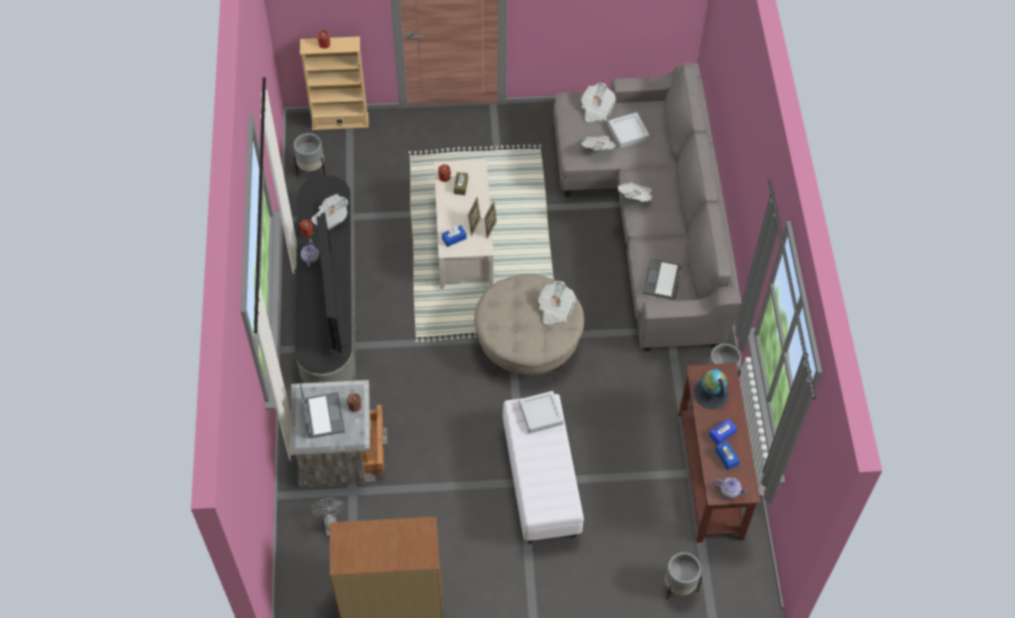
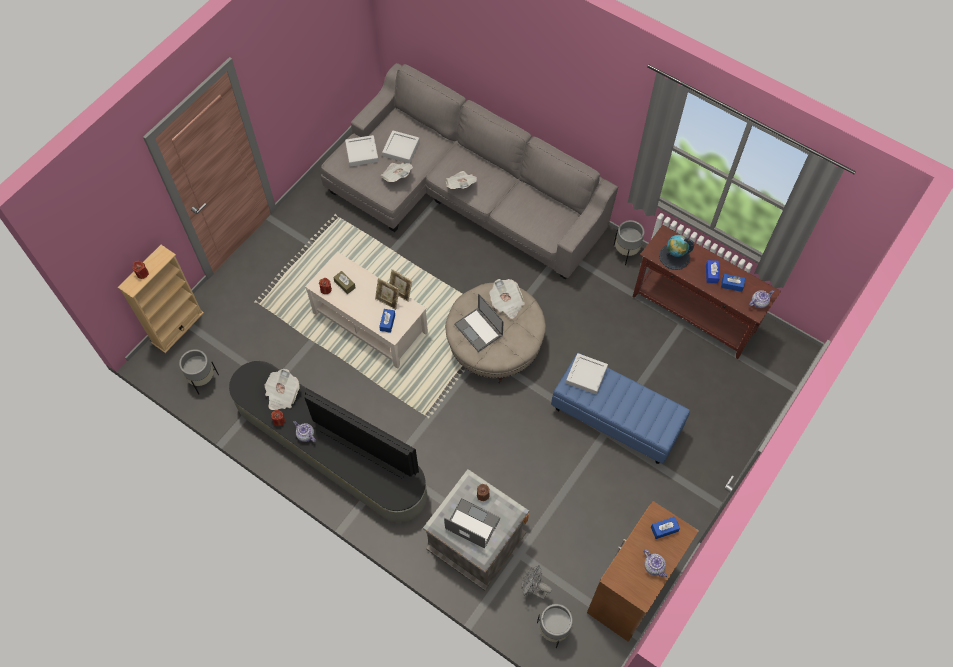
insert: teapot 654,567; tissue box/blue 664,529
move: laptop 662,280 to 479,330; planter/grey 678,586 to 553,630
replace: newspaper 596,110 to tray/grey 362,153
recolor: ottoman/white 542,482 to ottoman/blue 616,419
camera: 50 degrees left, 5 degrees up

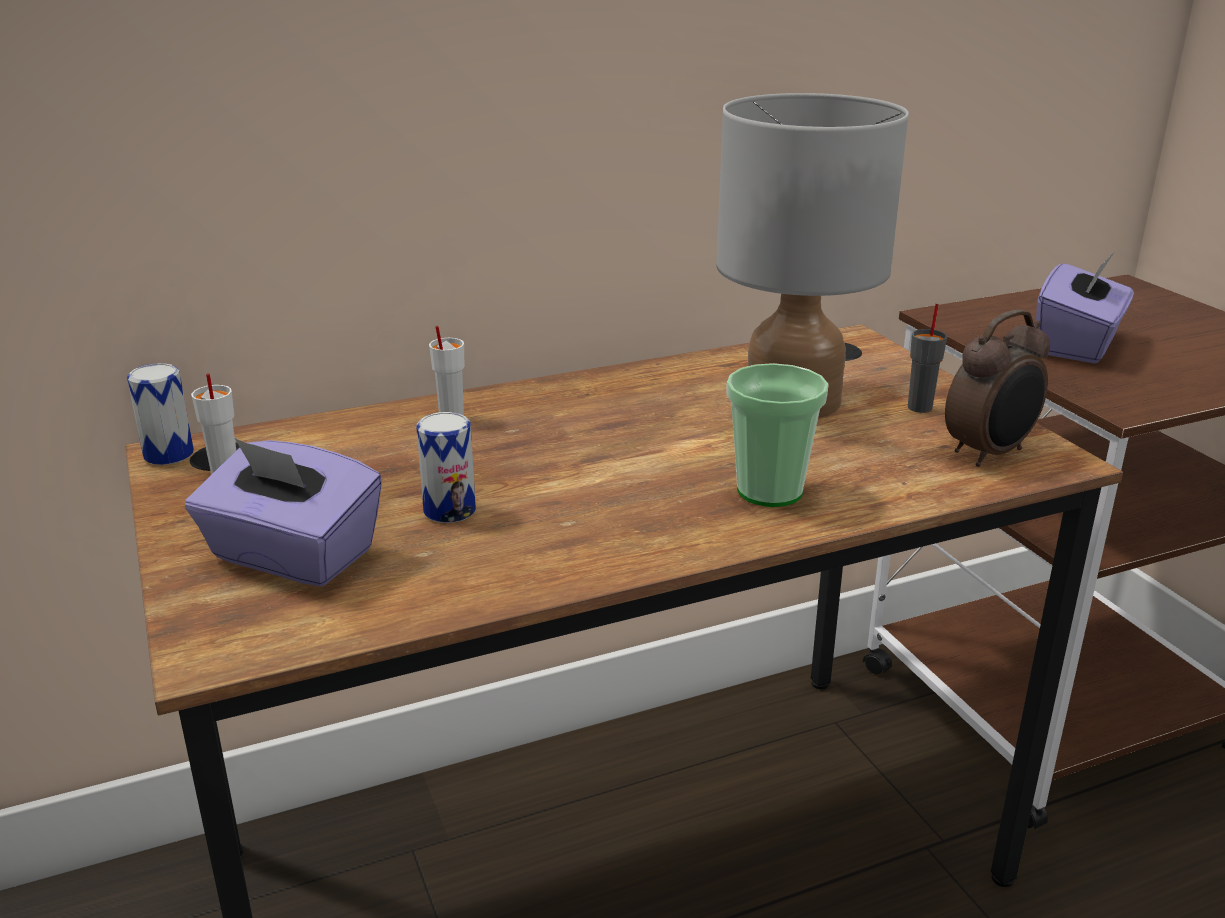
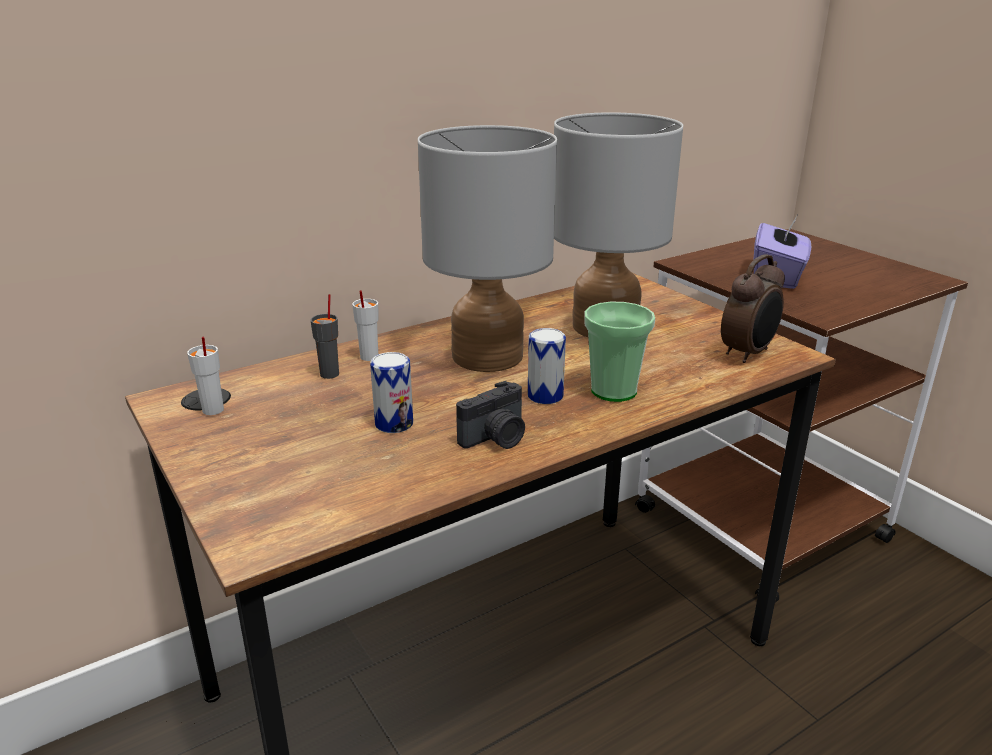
delete: tissue box/purple 292,556
insert: table lamp/grey 488,356; photo camera 496,439
move: cup/grey 920,407 to 330,374; can 168,454 to 545,396
camera: 10 degrees left, 0 degrees up

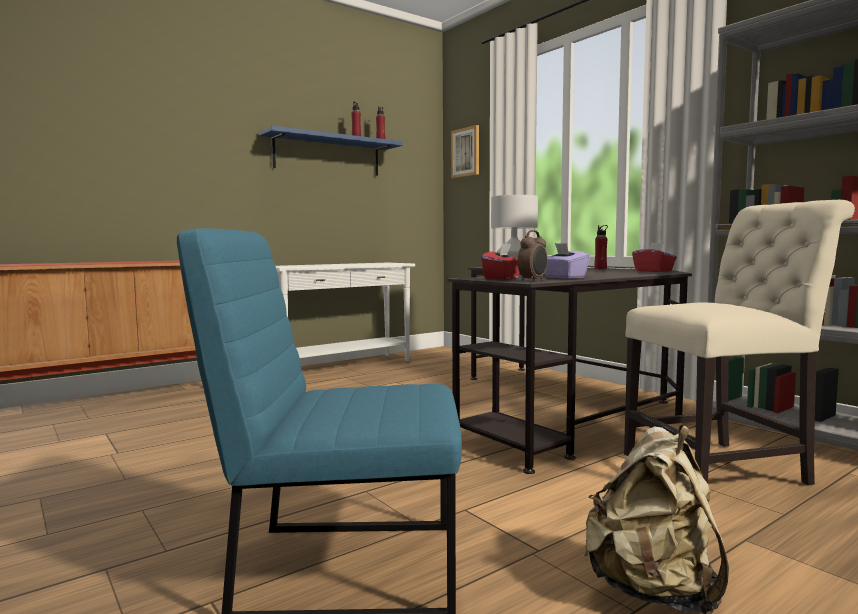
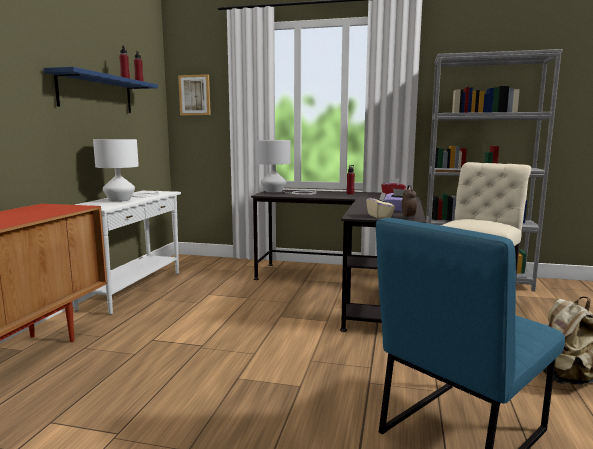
insert: table lamp/white 129,198
recolor: tissue box/red 502,279 to tissue box/beige 380,216
camera: 40 degrees left, 5 degrees up

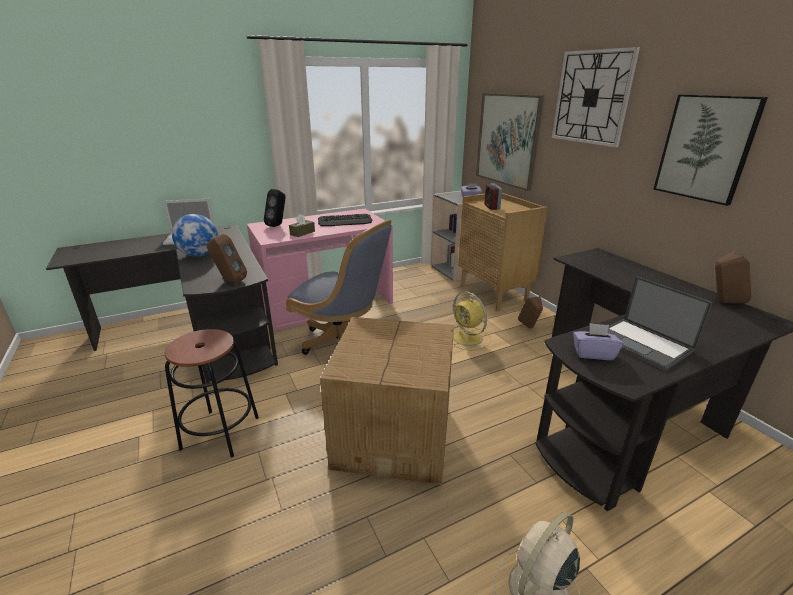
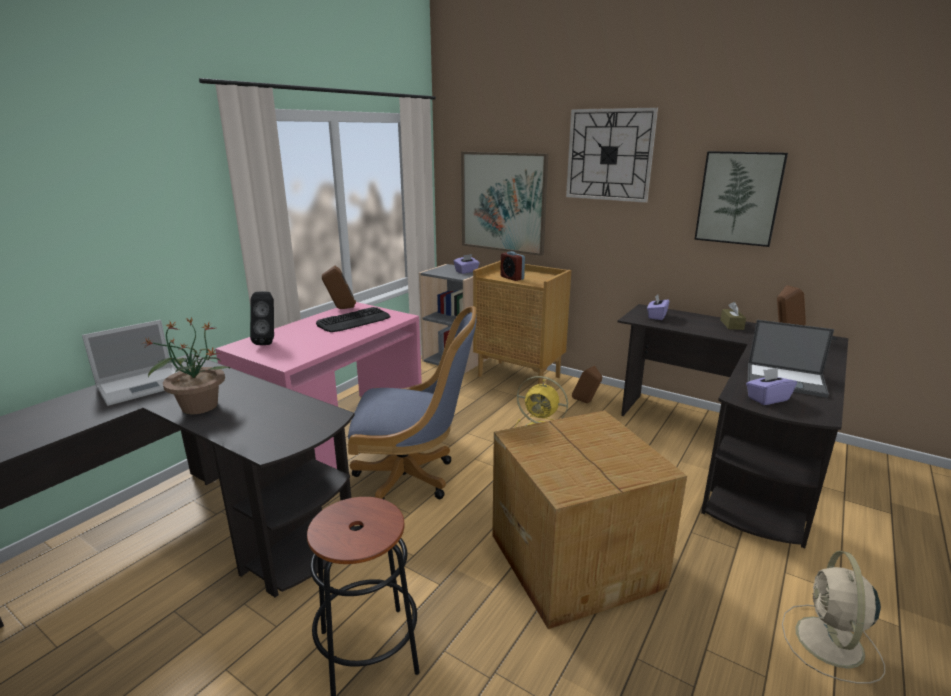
insert: tissue box/purple 656,316
move: speaker/brown 229,281 to 340,309; tissue box/brown 302,233 to 731,325
replace: globe 199,255 to potted plant 199,406
camera: 30 degrees left, 5 degrees down

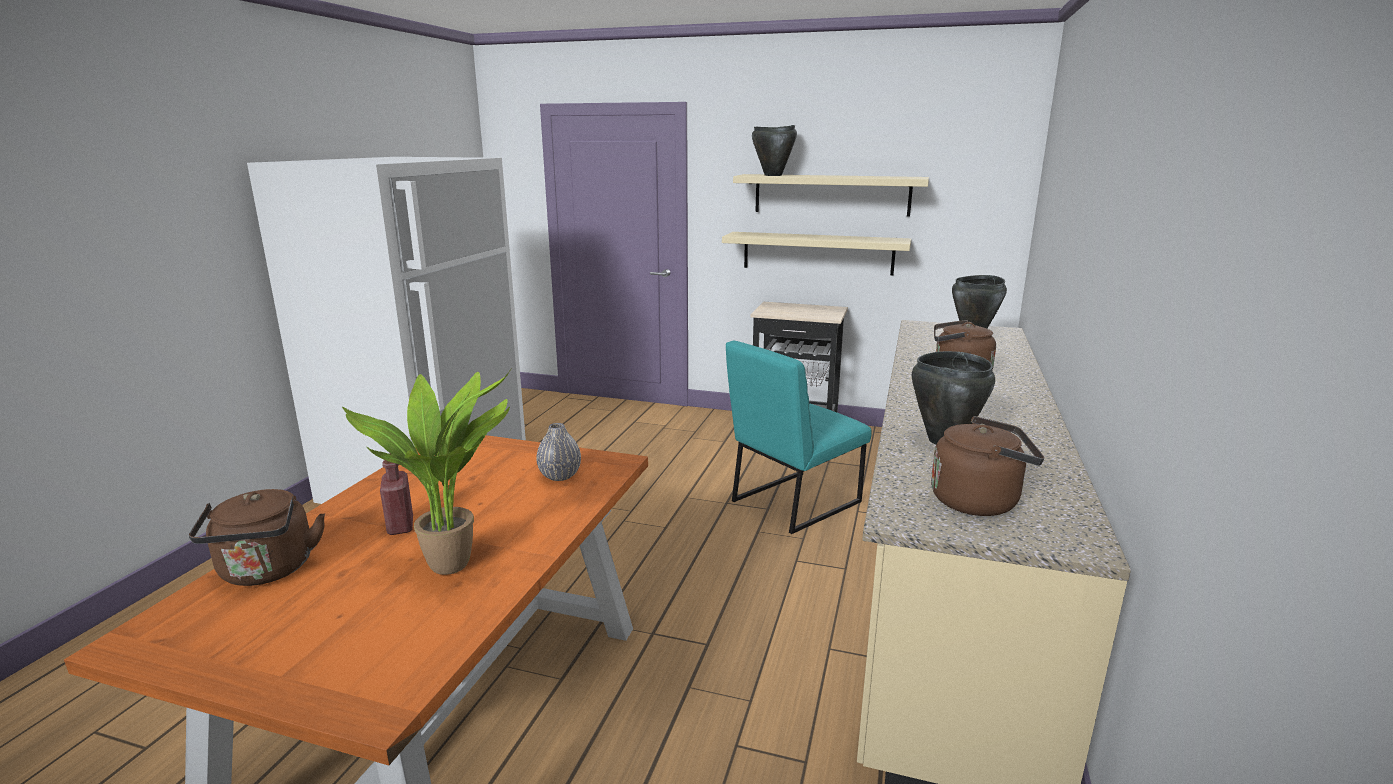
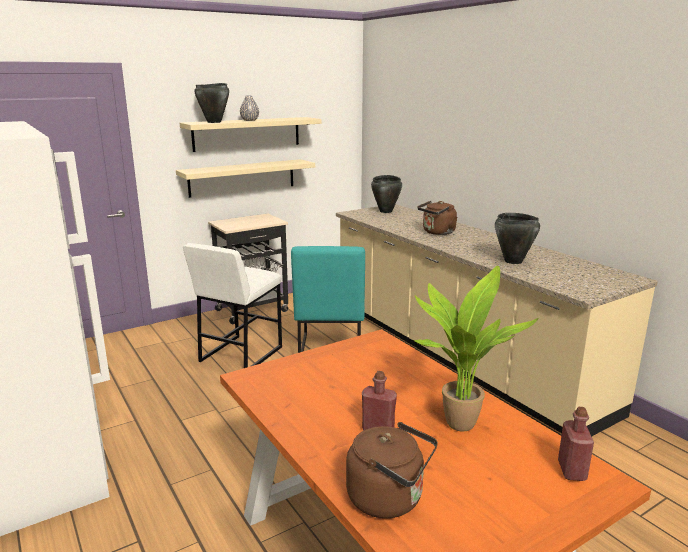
delete: kettle/brown 979,501
insert: chair/white 240,355; bottle/red 571,471
move: vase/grey 560,476 to 250,120
camera: 50 degrees left, 0 degrees up

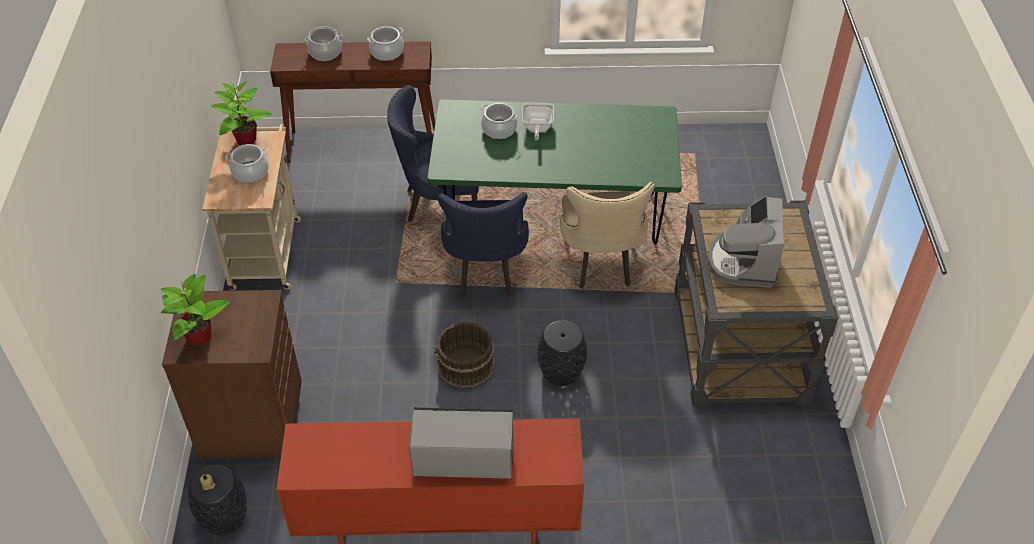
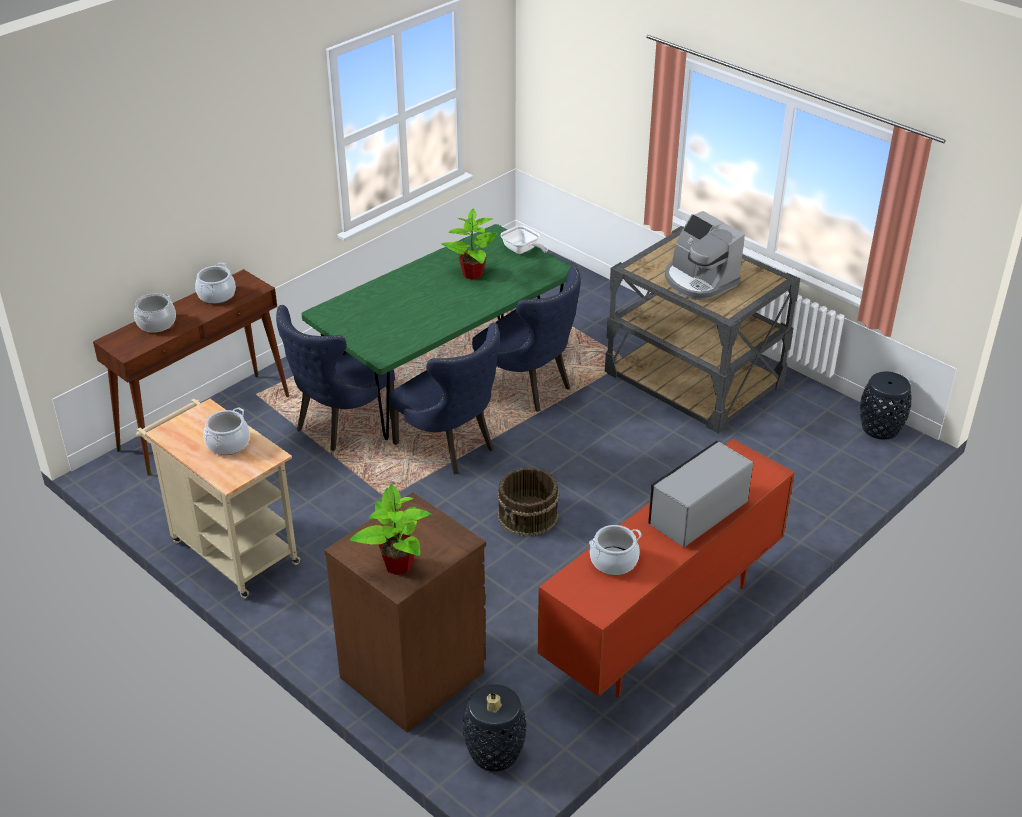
move: potted plant 245,139 to 472,274; frying pan 537,128 to 522,251; cooking pot 499,129 to 614,561; stool/black 561,371 to 880,428
recolor: chair/beige 600,263 to chair/blue 528,387
camera: 45 degrees left, 10 degrees down

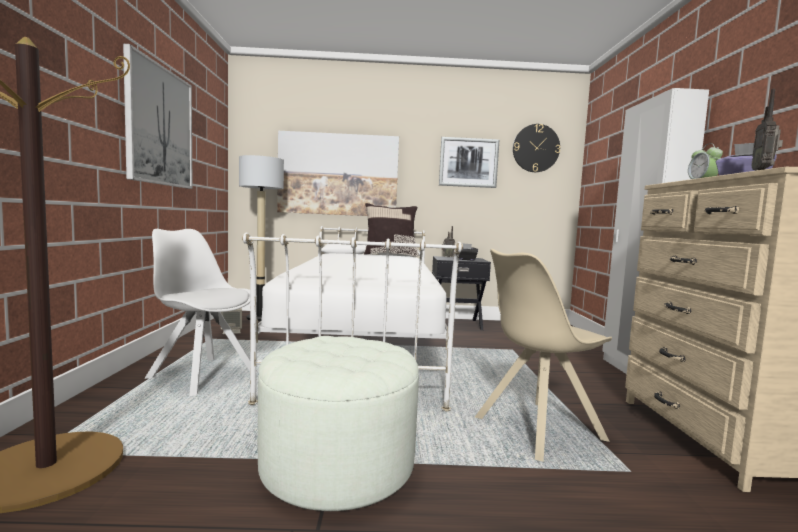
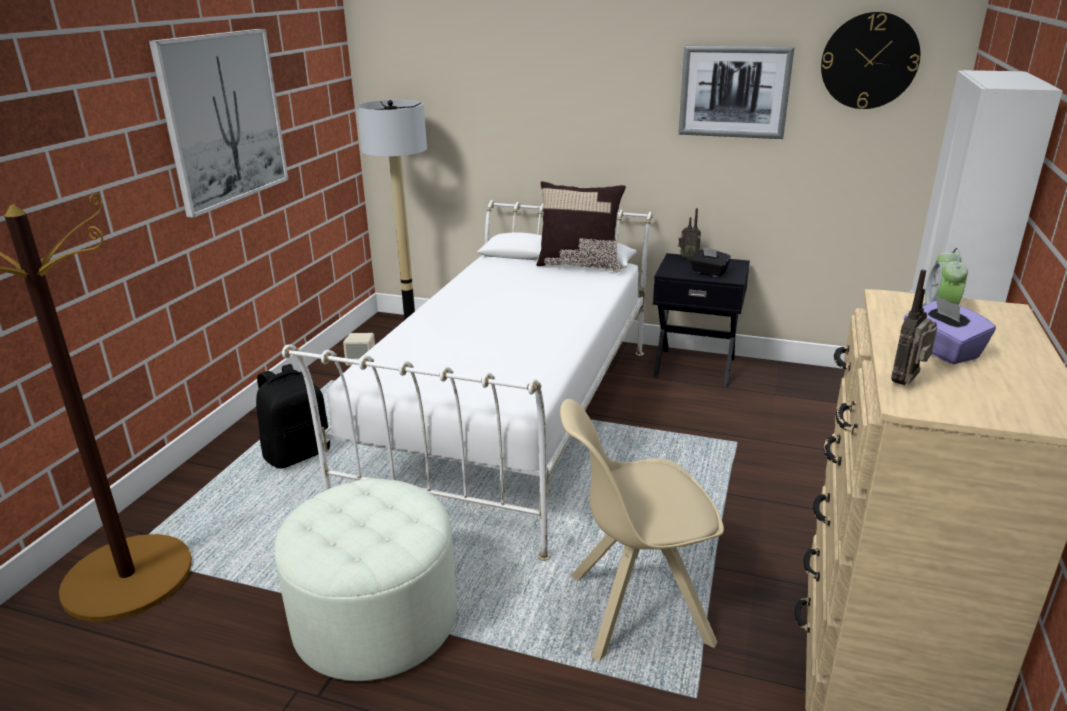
delete: picture 338,175
replace: chair/white 202,375 to backpack/black 298,454
camera: 20 degrees right, 20 degrees up

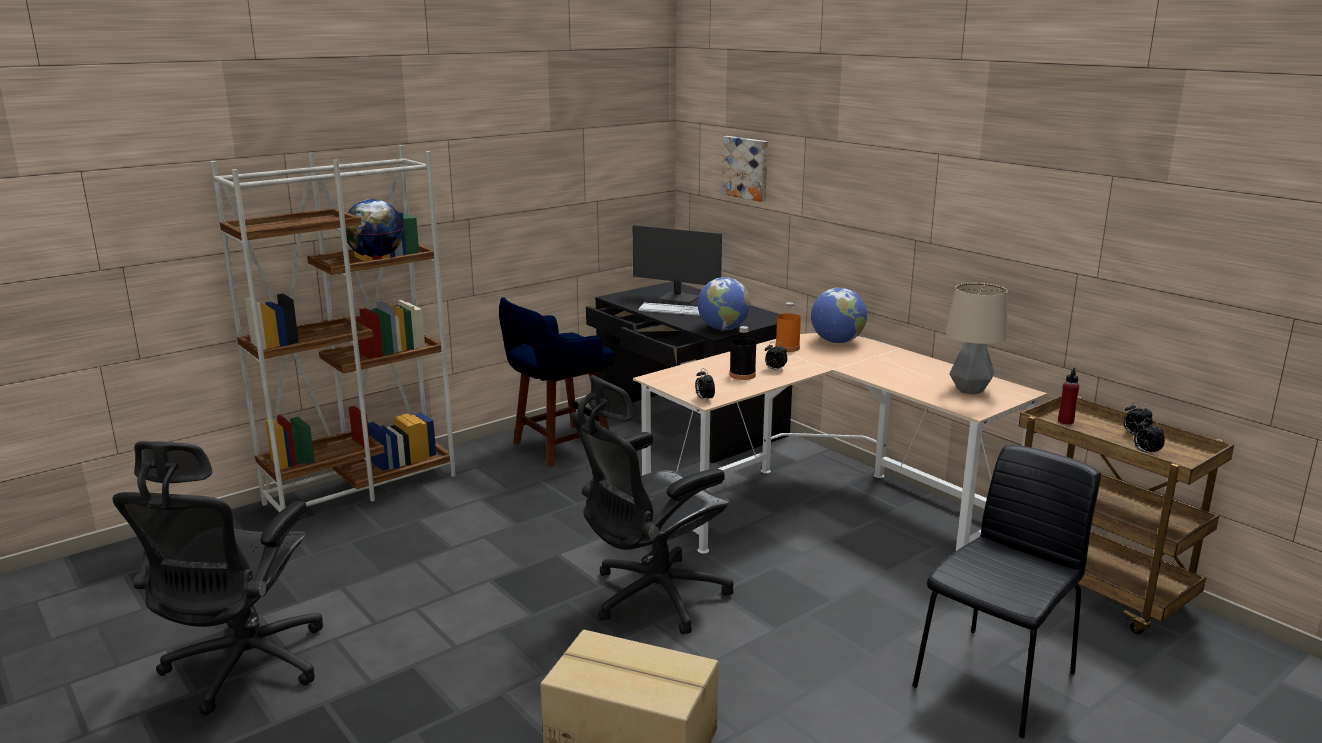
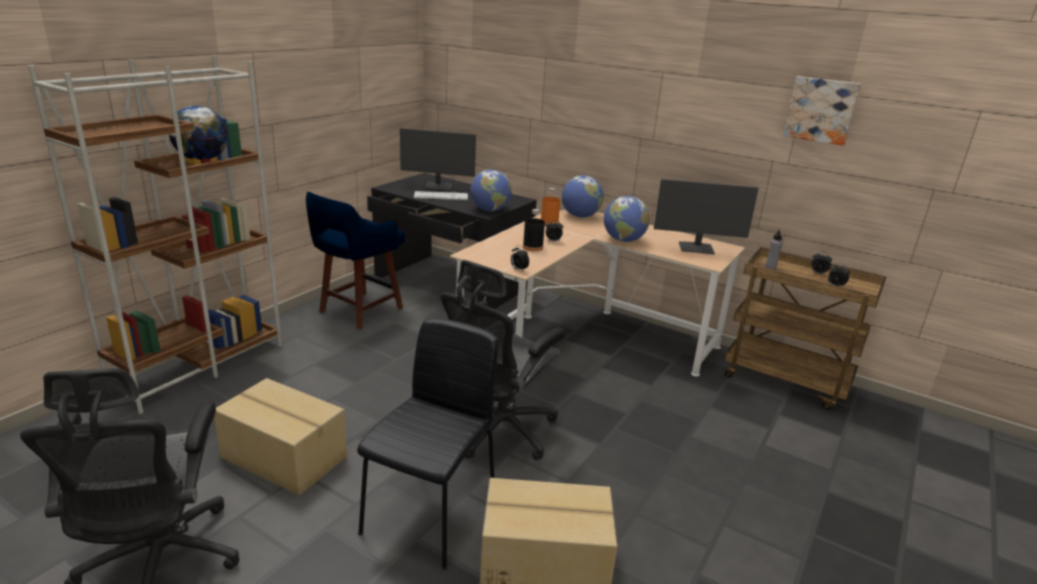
insert: cardboard box 284,458; globe 623,240
move: chair/black 997,677 to 432,510; picture 746,168 to 821,110
replace: table lamp 970,390 to monitor 696,248
recolor: bottle/red 1065,421 to bottle/grey 770,267
camera: 20 degrees left, 5 degrees up

